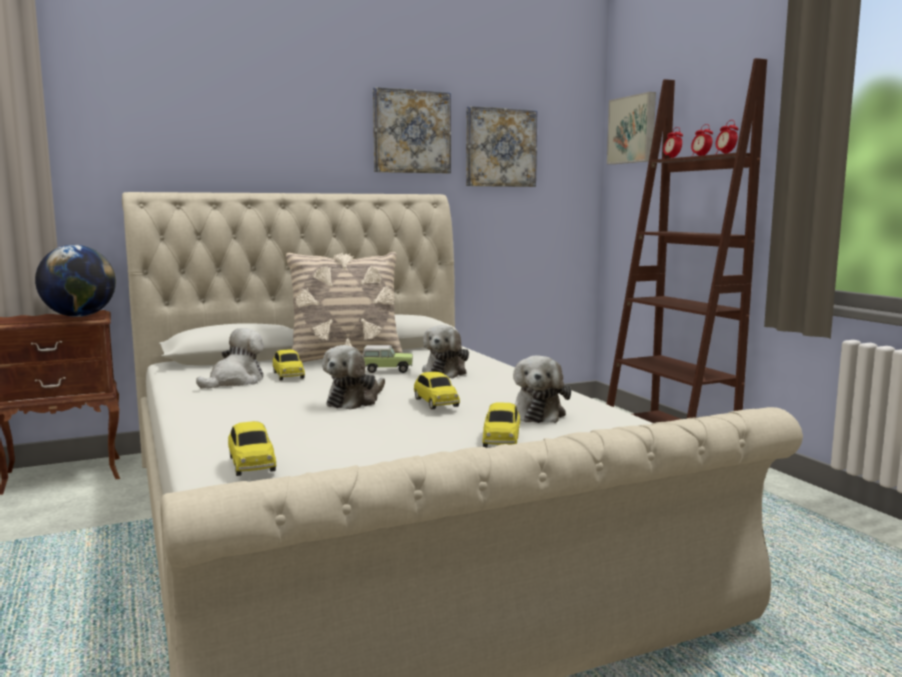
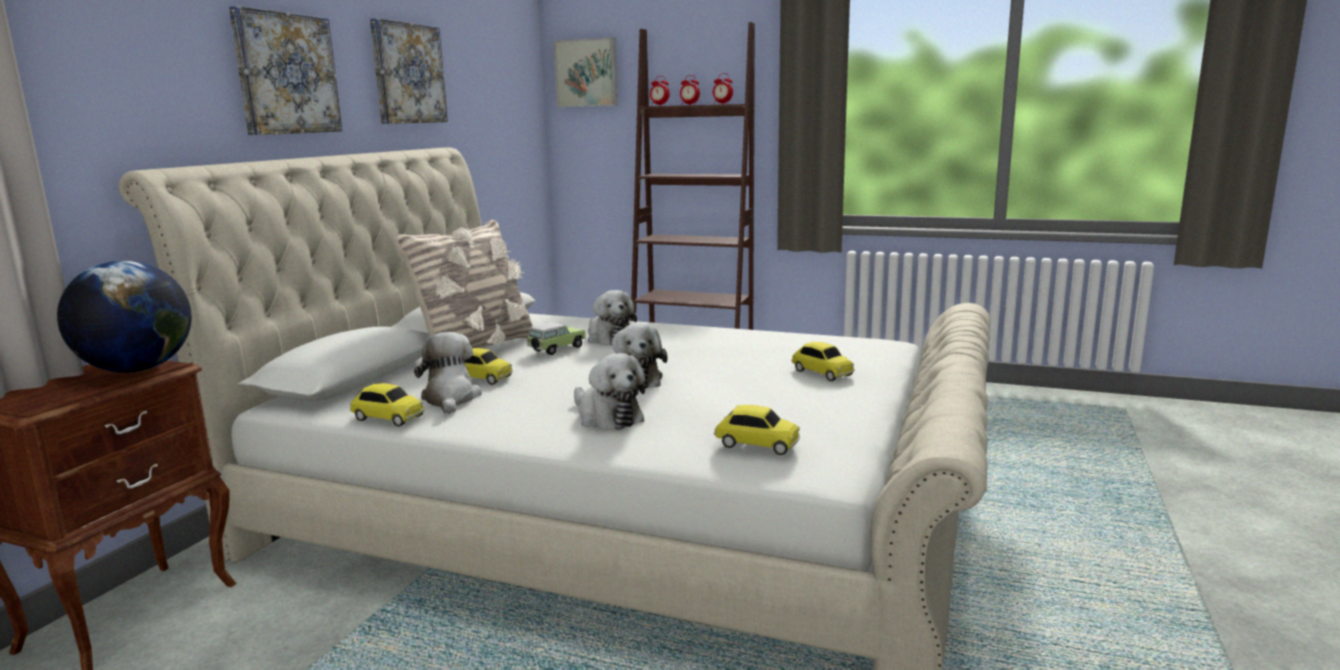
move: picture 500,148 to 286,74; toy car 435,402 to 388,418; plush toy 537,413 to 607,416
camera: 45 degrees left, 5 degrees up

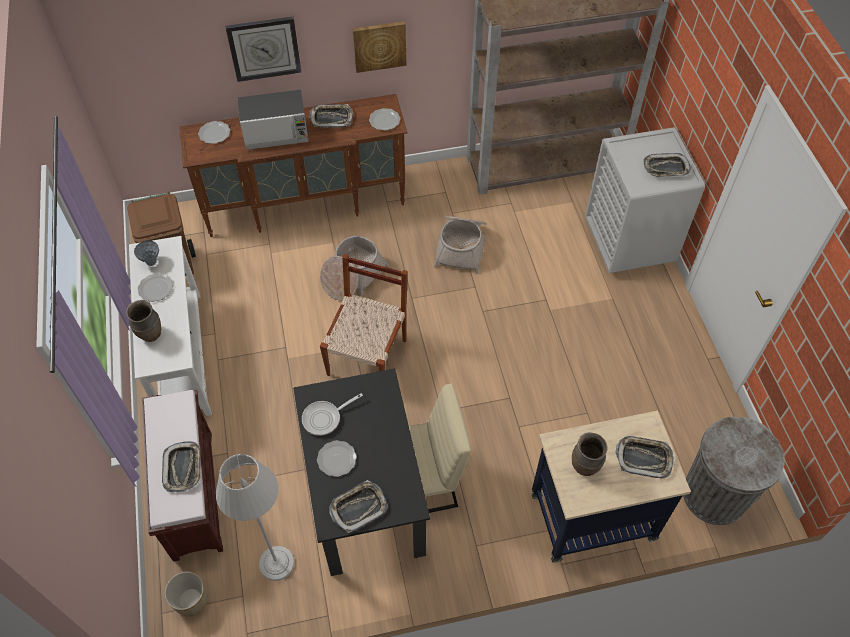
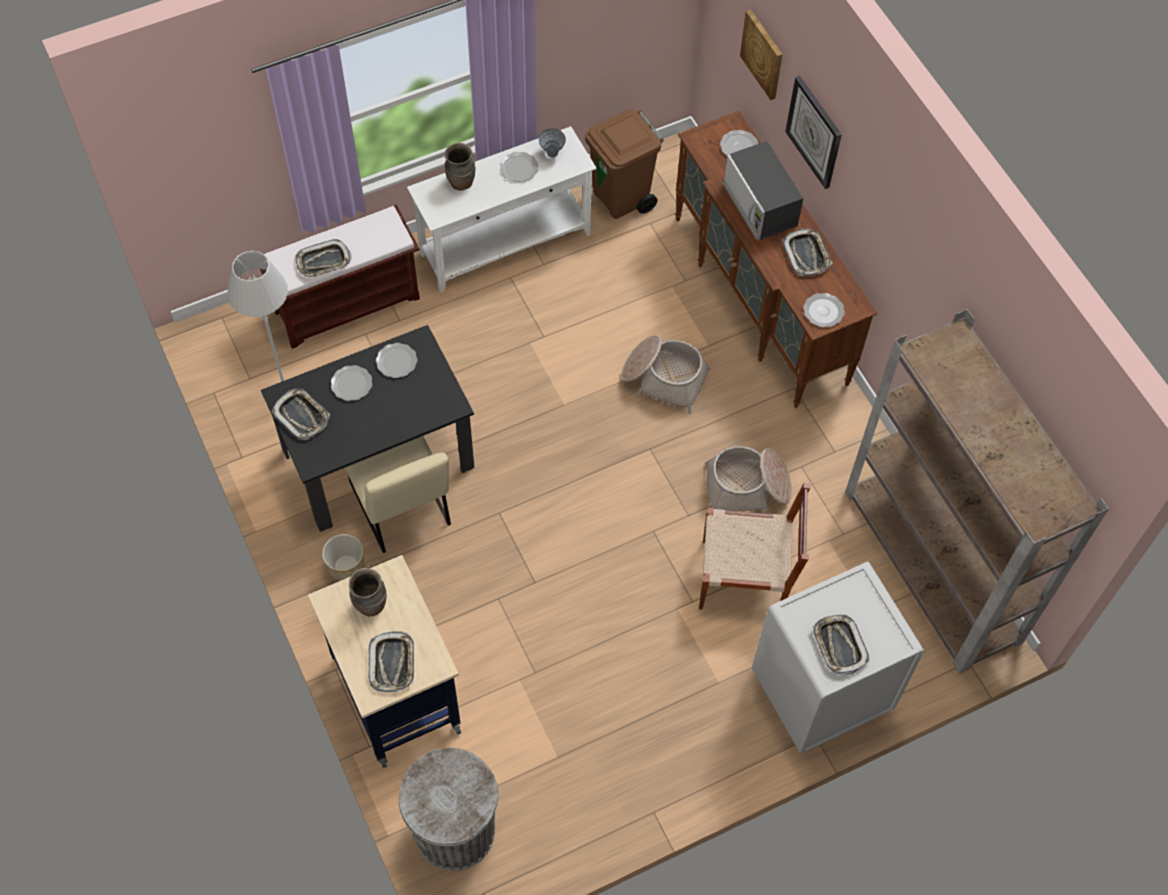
move: planter 190,600 to 346,566; chair 368,355 to 745,578; picture 379,46 to 763,54
replace: frying pan 325,418 to plate 396,362
camera: 75 degrees right, 5 degrees up

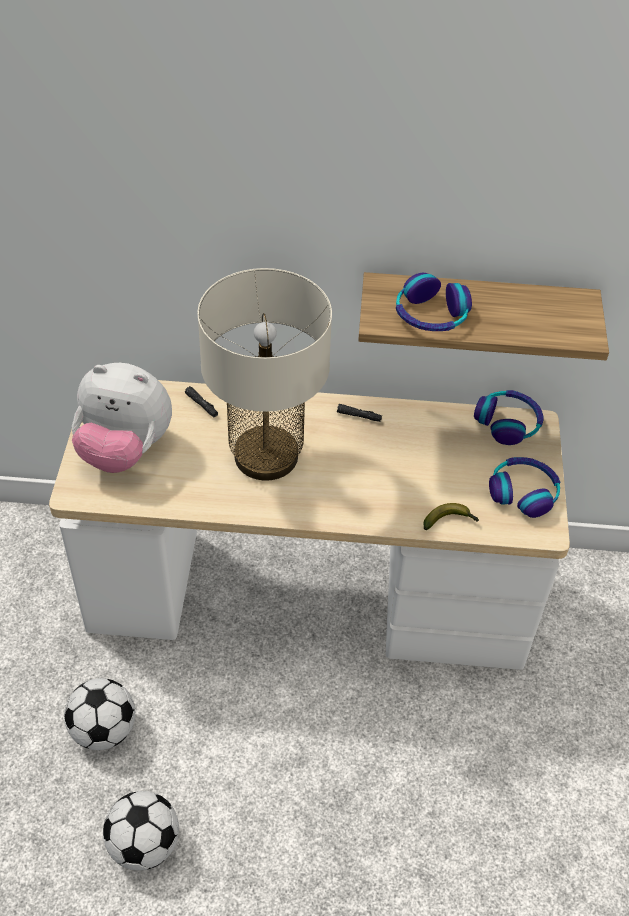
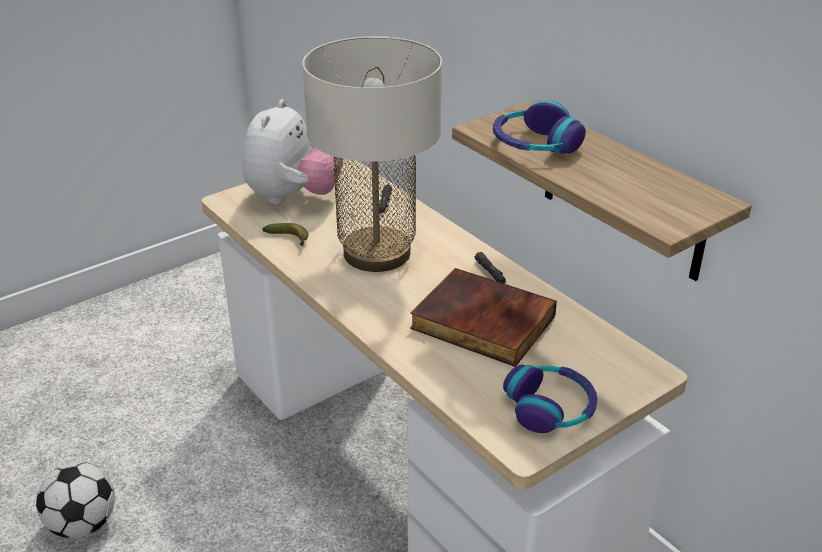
delete: football 104,730; headphones 508,423
insert: book 481,323
move: banana 450,521 to 290,239
rotate: plush toy 125,450 = 293,197 135 degrees counterclockwise
camera: 50 degrees right, 15 degrees down

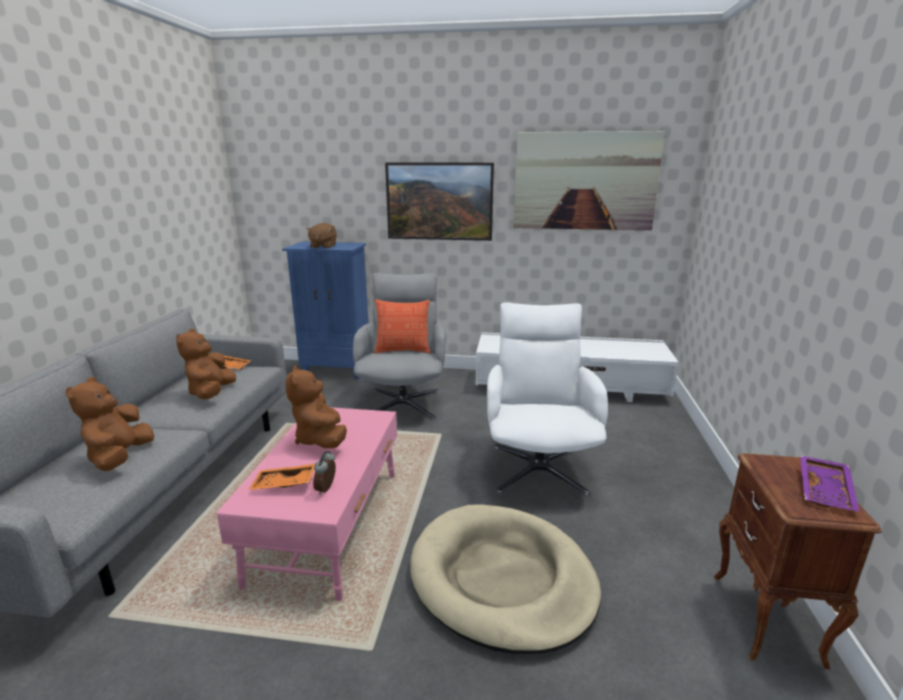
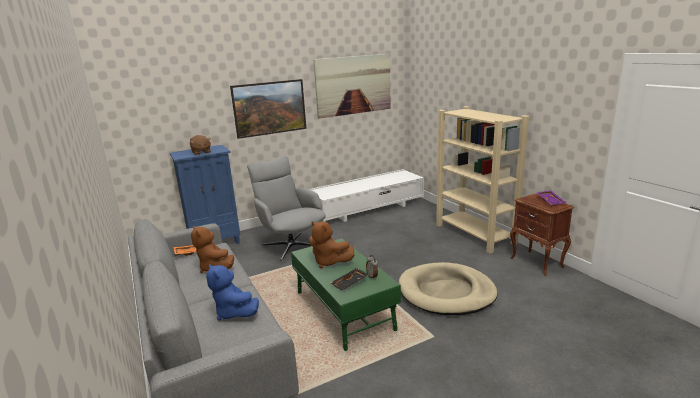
delete: pillow/orange 403,351; armchair/white 538,466
insert: bookcase/beige 474,234
recolor: plush toy/brown 120,458 to plush toy/blue 234,312; coffee table/pink 328,523 to coffee table/green 343,310; tray/orange 284,485 to tray/black 350,283
camera: 35 degrees left, 0 degrees up

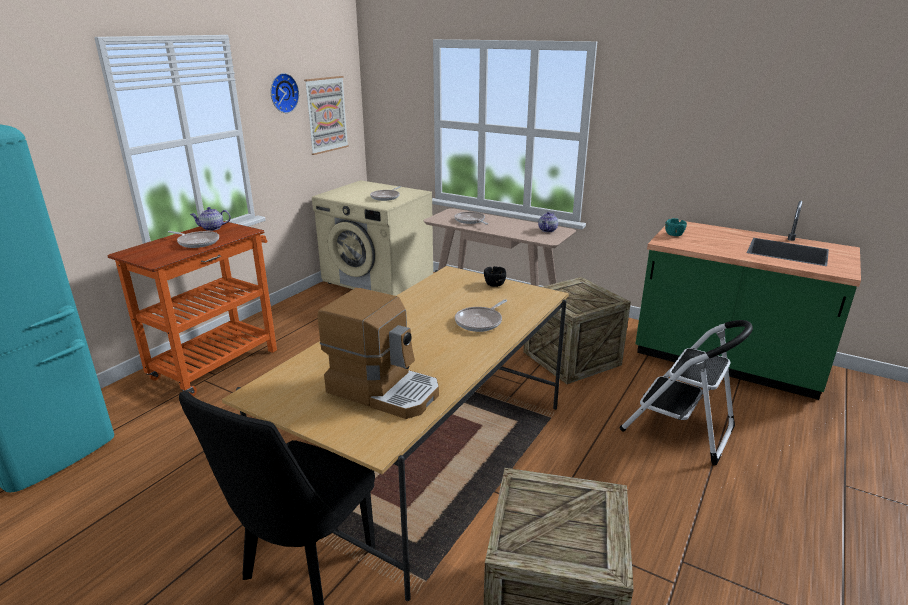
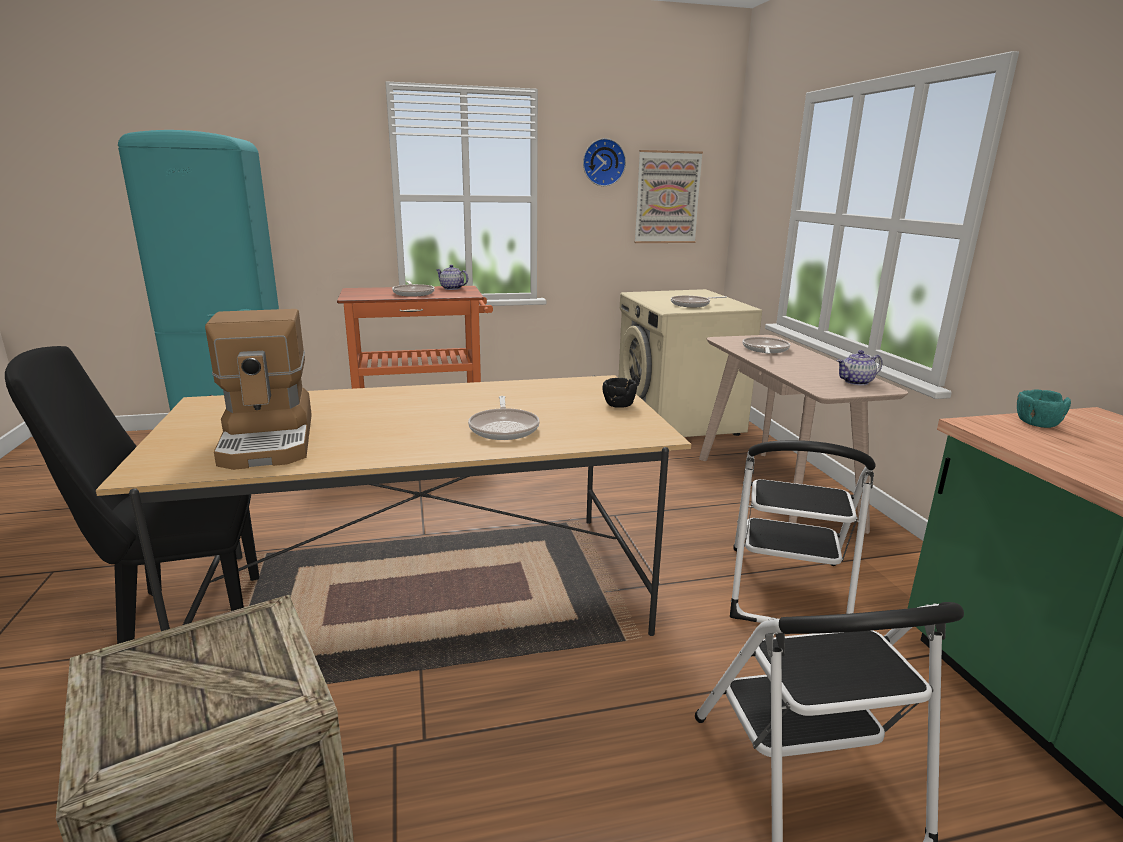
replace: crate 571,358 to step ladder 785,592
rotate: frying pan 480,322 = 504,428 90 degrees counterclockwise
camera: 45 degrees right, 5 degrees down

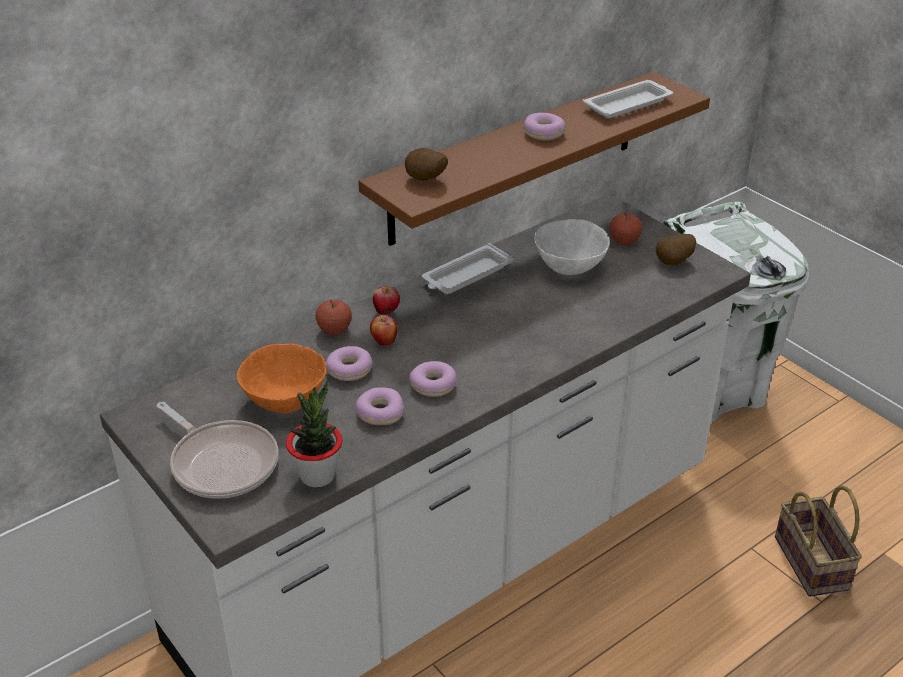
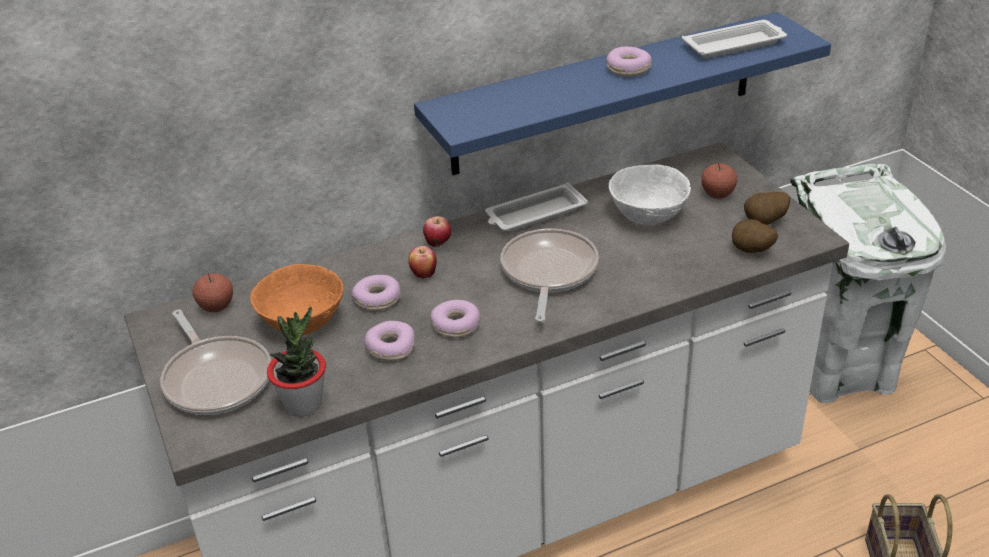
insert: frying pan 548,273
move: apple 334,330 to 216,307; potato 425,180 to 751,252
recolor: shelf/brown 516,157 to shelf/blue 605,94
camera: 15 degrees right, 0 degrees up

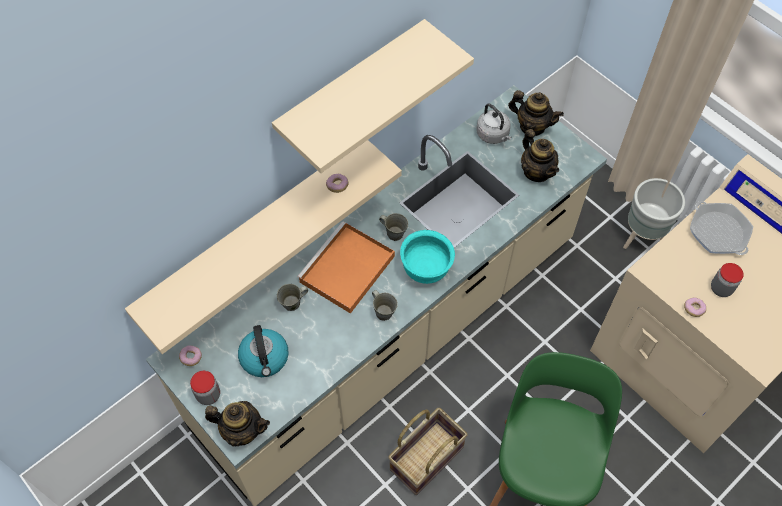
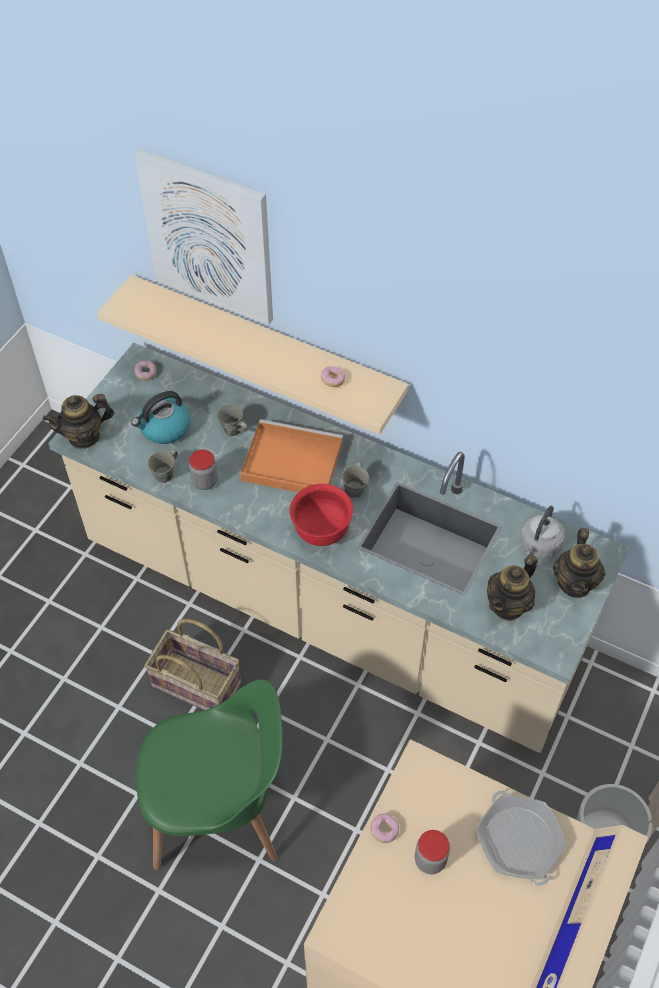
delete: shelf/beige 351,88
insert: picture 209,237
move: mug/grey 383,311 to 165,474; jar 208,395 to 205,481
recolor: bowl/turquoise 426,269 to bowl/red 321,531
rotate: teapot 242,430 = 84,436 75 degrees clockwise; frying pan 718,232 = 518,841 60 degrees counterclockwise
camera: 70 degrees right, 5 degrees down

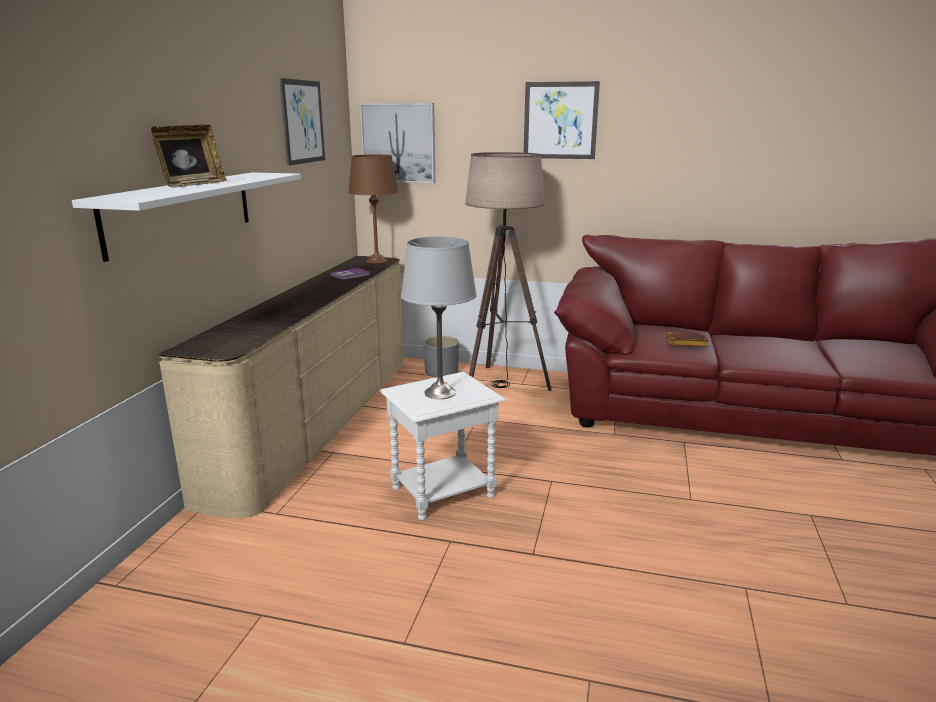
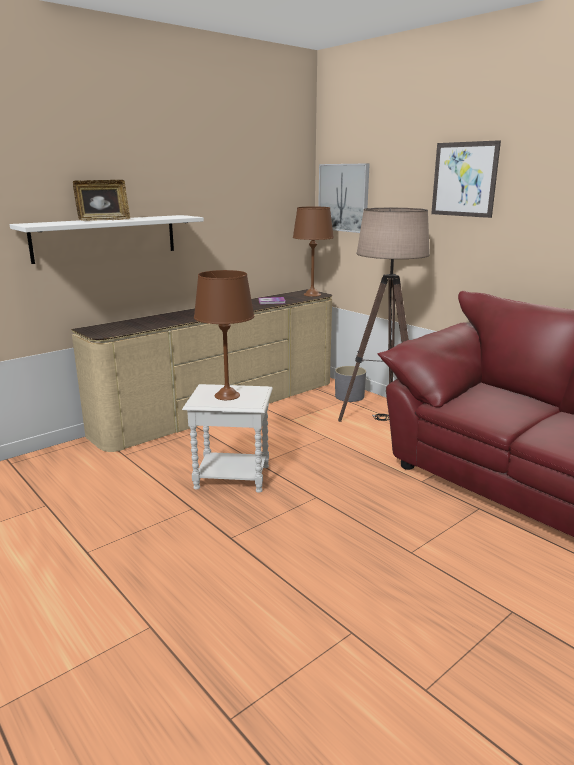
delete: picture 302,122; book/brown 685,343
recolor: table lamp/grey 441,392 to table lamp/brown 227,395
camera: 35 degrees right, 0 degrees up

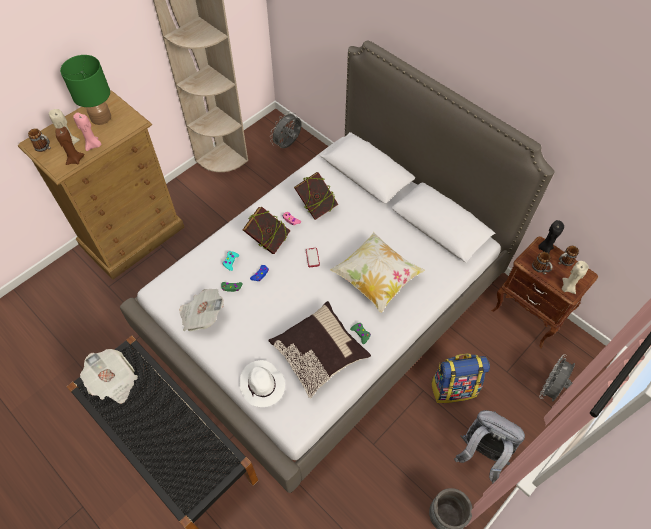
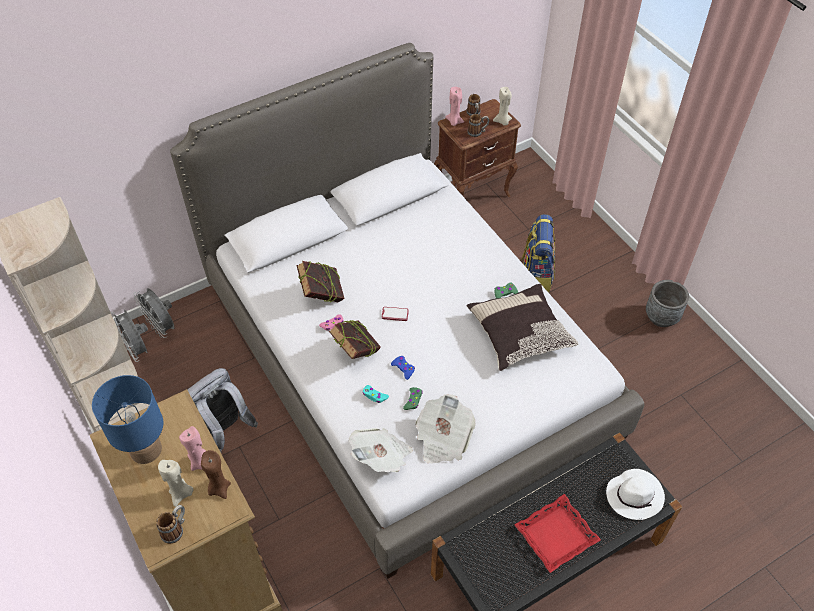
delete: pillow 376,279
insert: tray/red 556,536
move: fan/grey 550,389 to 162,327; backpack/grey 481,453 to 223,431; newspaper 113,382 to 381,457; hat/white 262,385 to 635,495
recolor: table lamp/green 100,117 to table lamp/blue 145,450; candle/black 545,248 to candle/pink 454,122
camera: 75 degrees left, 5 degrees down

